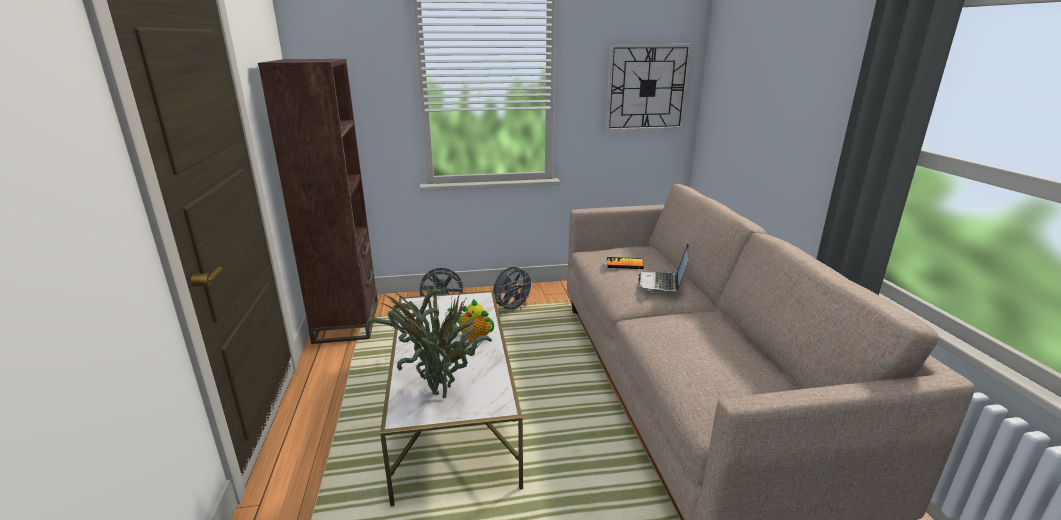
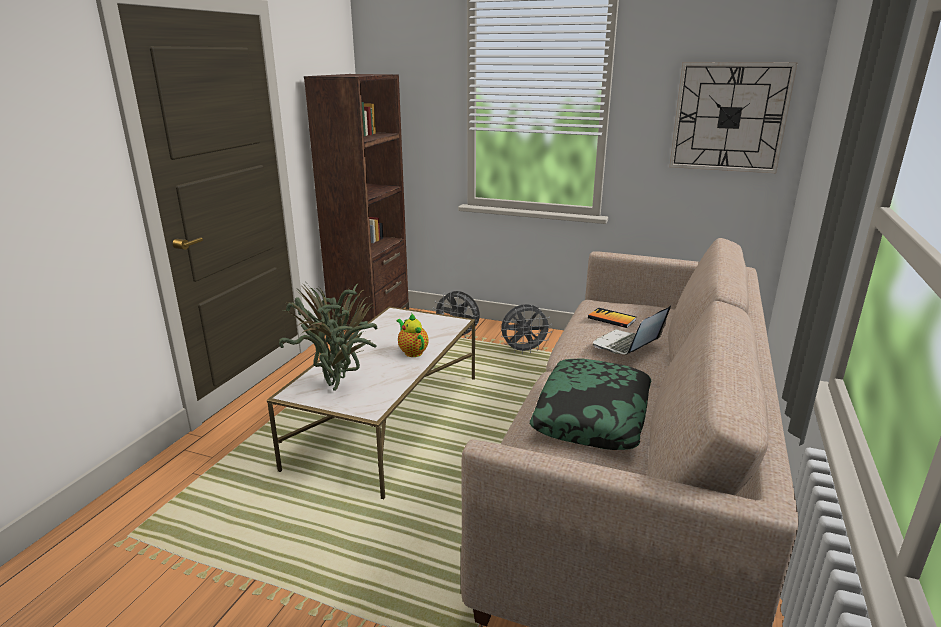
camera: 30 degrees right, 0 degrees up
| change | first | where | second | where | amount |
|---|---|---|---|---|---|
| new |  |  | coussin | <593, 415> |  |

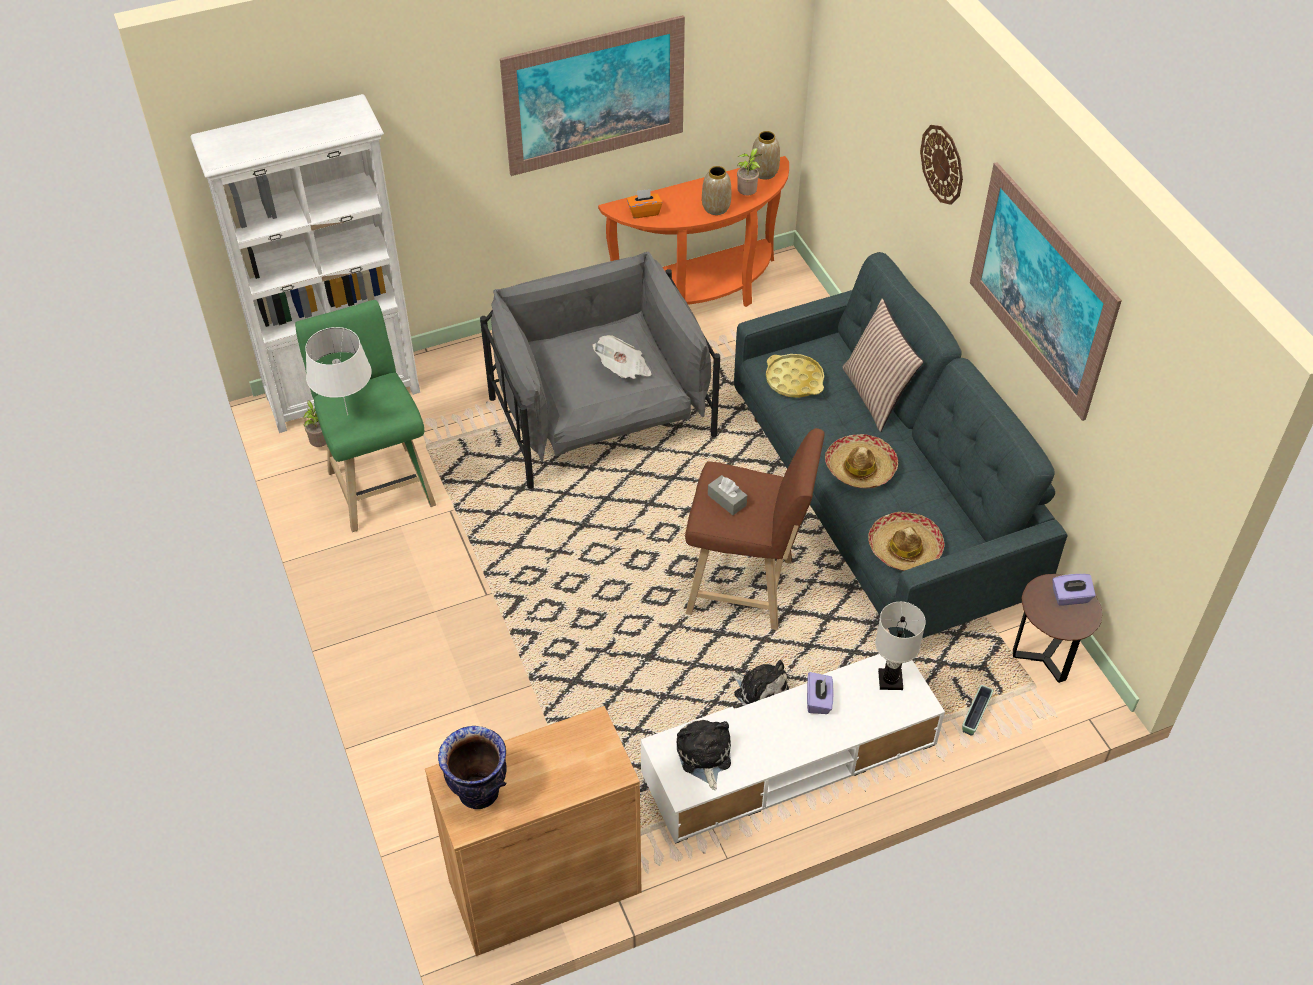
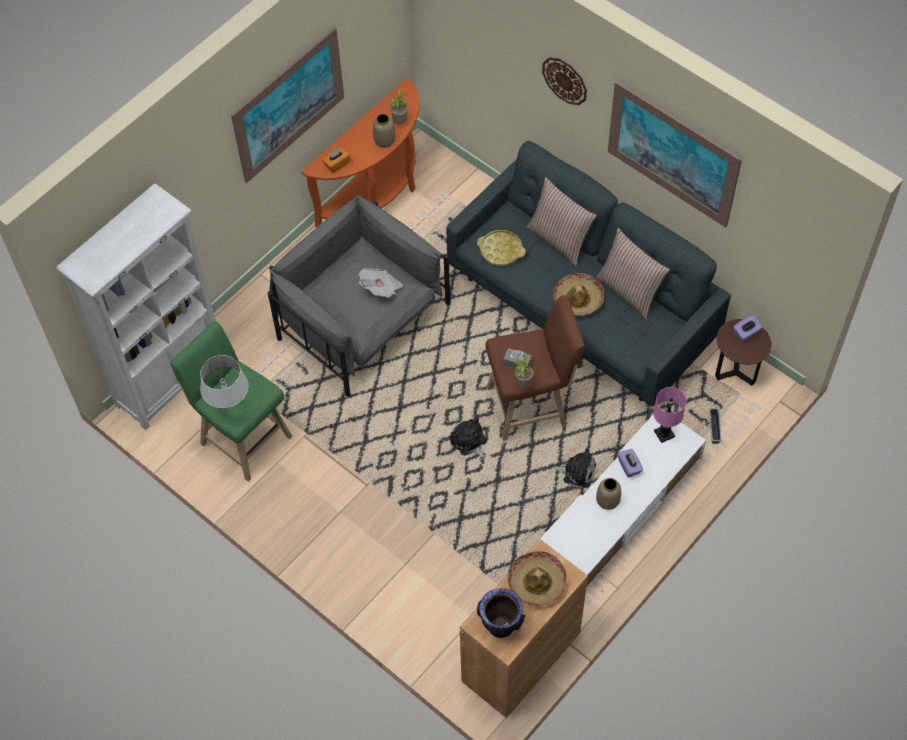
camera: 25 degrees left, 10 degrees up
| change | first | where | second | where | amount |
|---|---|---|---|---|---|
| new |  |  | coussin | <629, 291> |  |
| shifted | plante en pot | <320, 444> |  | <522, 384> |  |
| shifted | peluche | <704, 756> |  | <469, 442> |  |
| shifted | vase | <764, 172> |  | <608, 501> |  |
| shifted | chapeau | <904, 549> |  | <537, 582> |  |
| repainted | lampe de table [blanc] | <890, 680> | lampe de table [rose] | <664, 433> |  |

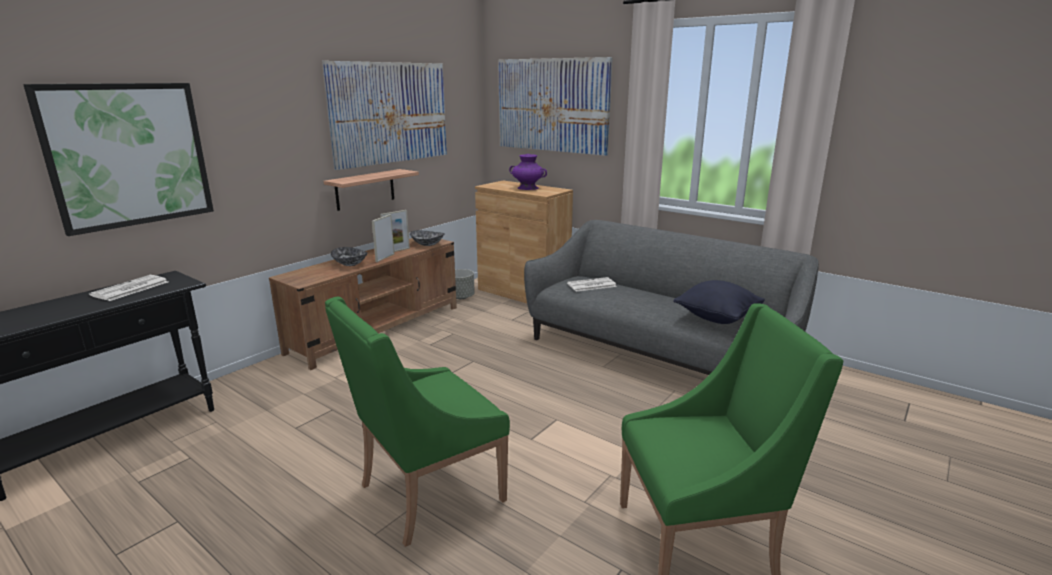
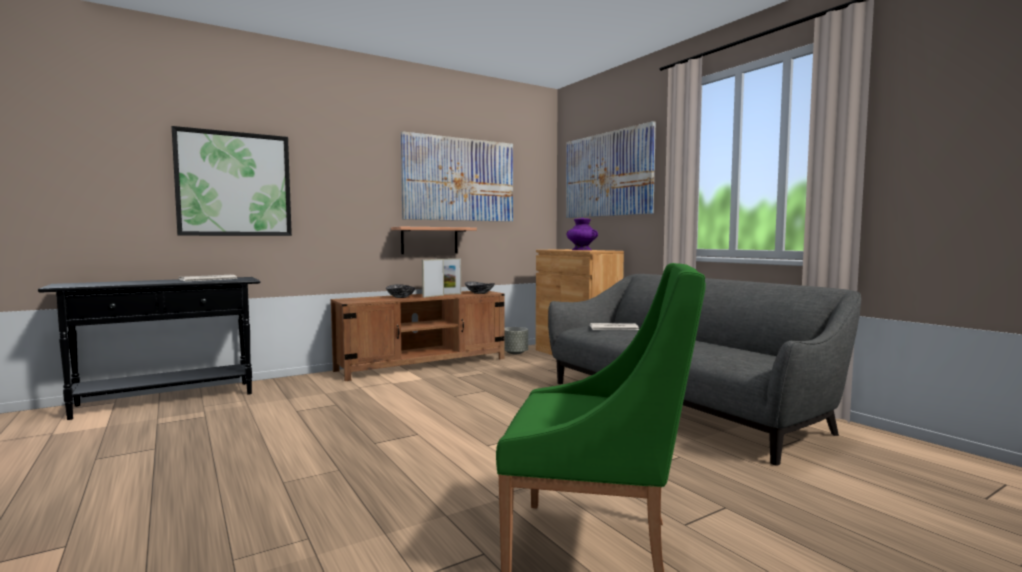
camera: 20 degrees right, 15 degrees down
| change | first | where | second | where | amount |
|---|---|---|---|---|---|
| gone | fauteuil [vert] | <427, 493> |  |  |  |
| gone | coussin [noir] | <717, 318> |  |  |  |

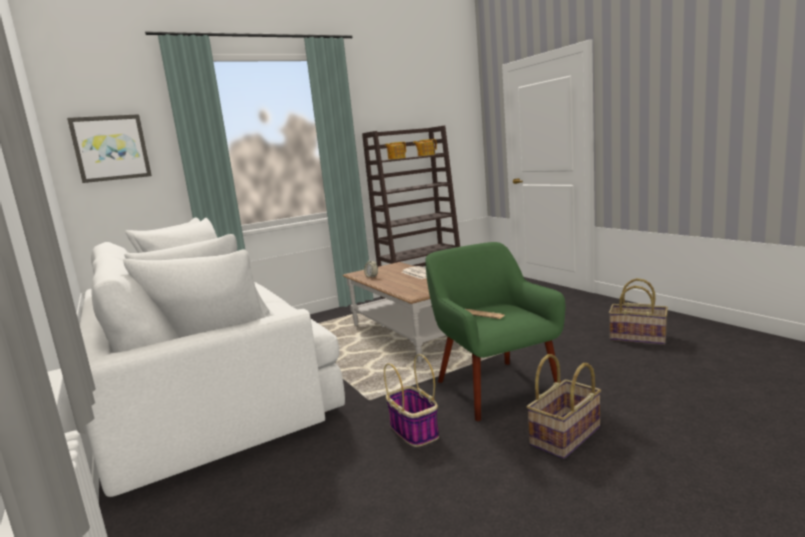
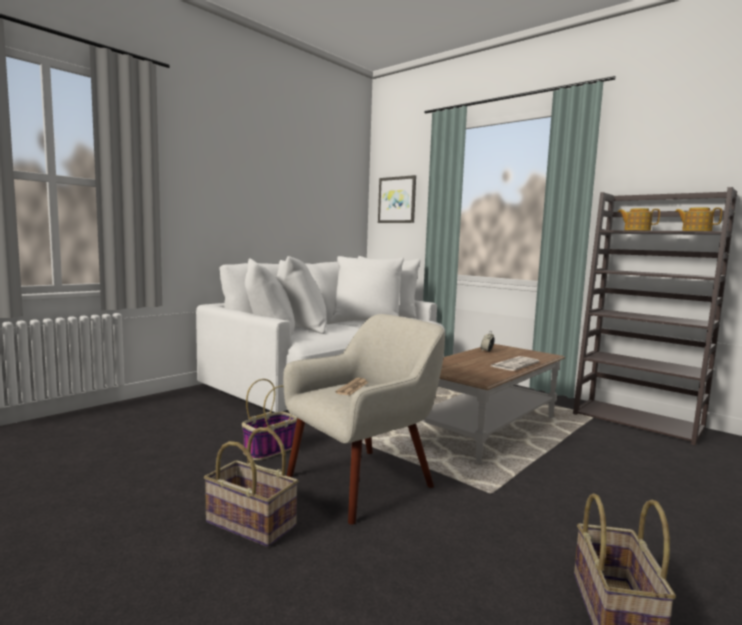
camera: 70 degrees right, 5 degrees down
| change | first | where | second | where | amount |
|---|---|---|---|---|---|
| repainted | fauteuil [vert] | <494, 387> | fauteuil [beige] | <362, 481> |  |

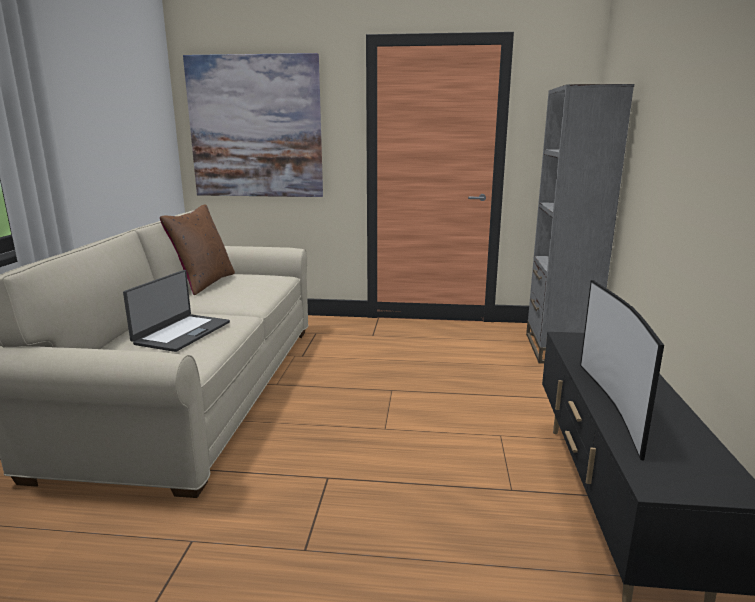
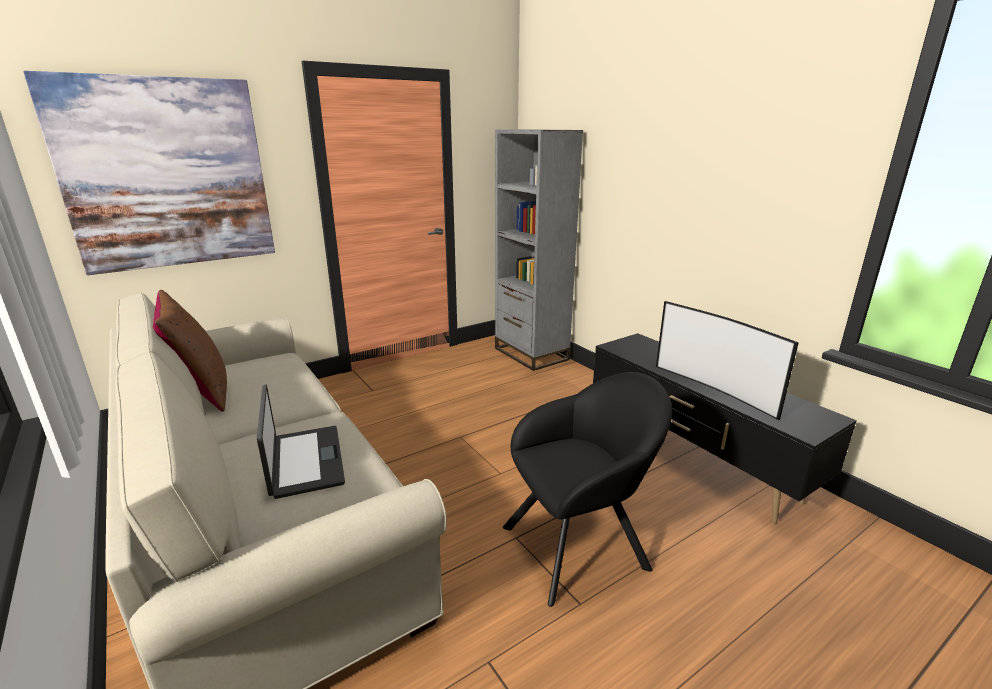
camera: 40 degrees left, 5 degrees up
| change | first | where | second | where | amount |
|---|---|---|---|---|---|
| new |  |  | fauteuil [noir] | <581, 545> |  |

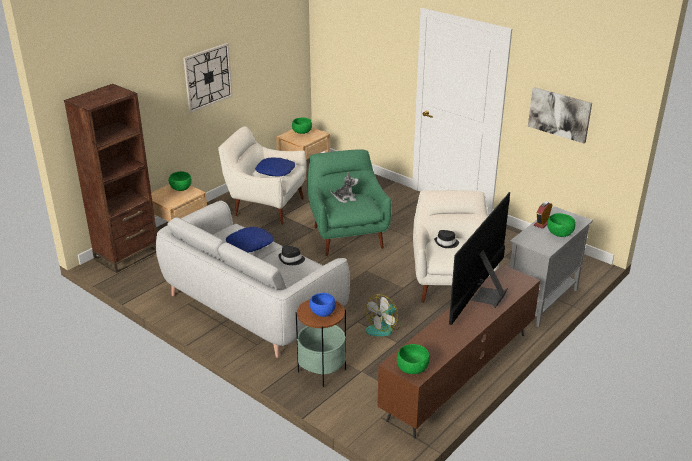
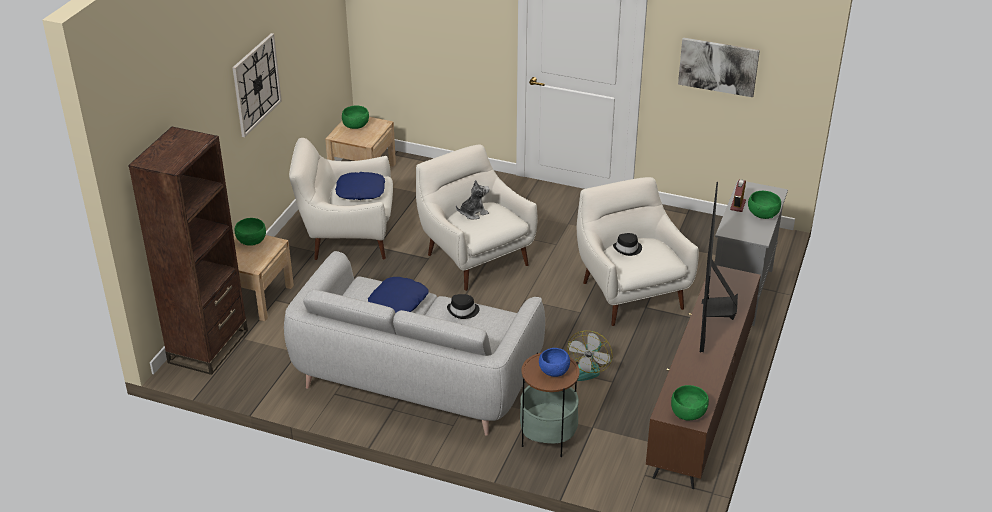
camera: 20 degrees left, 5 degrees up
| change | first | where | second | where | amount |
|---|---|---|---|---|---|
| repainted | fauteuil [vert] | <347, 235> | fauteuil [blanc] | <475, 257> |  |

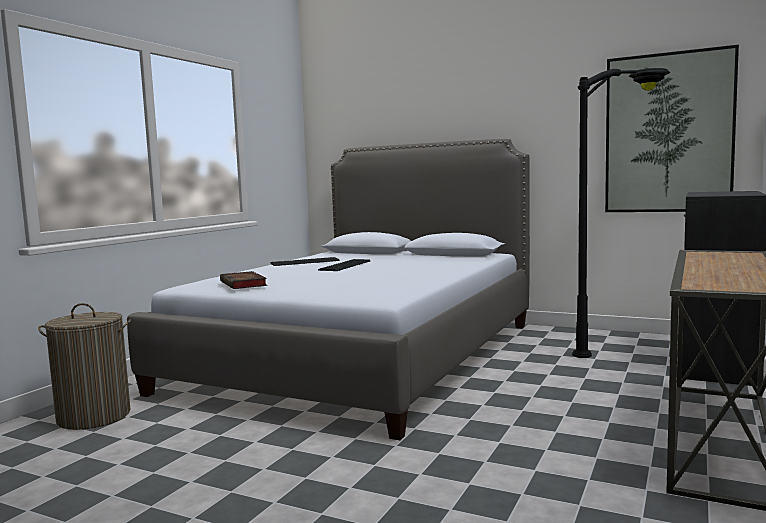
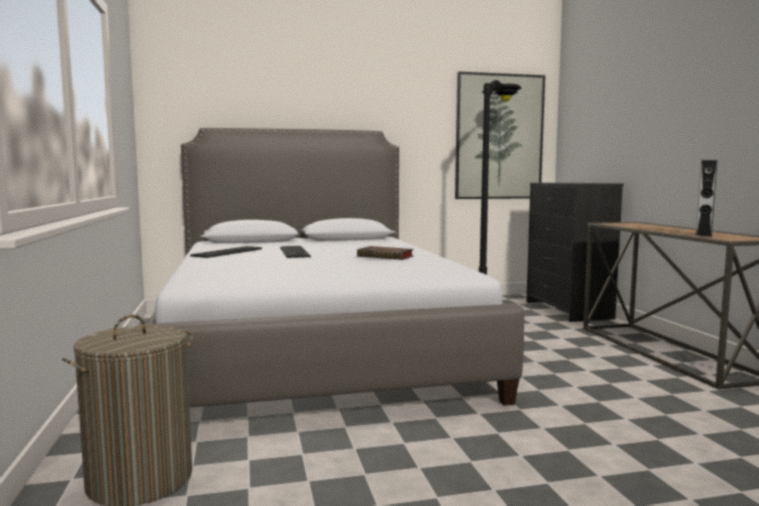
camera: 40 degrees left, 0 degrees up
| change | first | where | second | where | amount |
|---|---|---|---|---|---|
| new |  |  | enceinte [gris] | <703, 234> |  |
| shifted | livre | <244, 284> |  | <387, 256> |  |

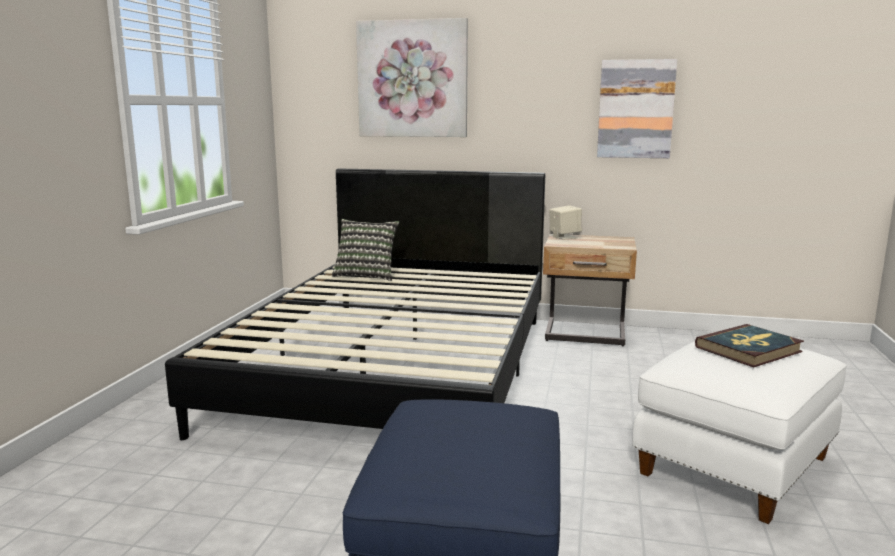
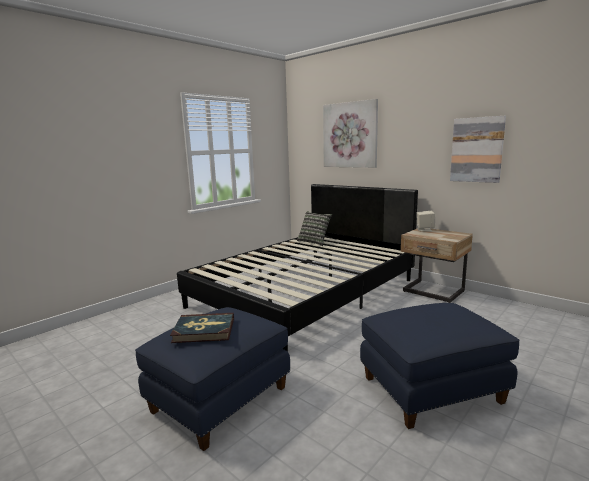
camera: 30 degrees right, 0 degrees up
| change | first | where | second | where | amount |
|---|---|---|---|---|---|
| shifted | livre | <749, 349> |  | <204, 330> |  |
| repainted | pouf [blanc] | <736, 466> | pouf [bleu] | <431, 390> |  |

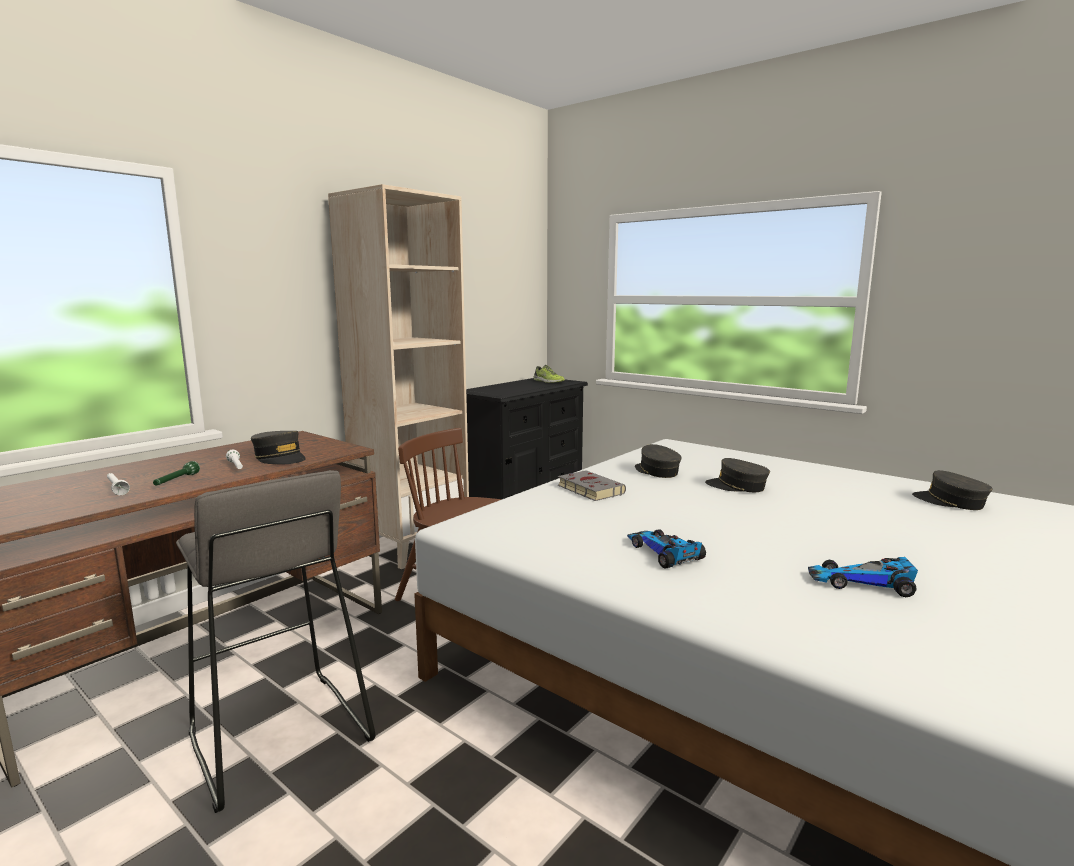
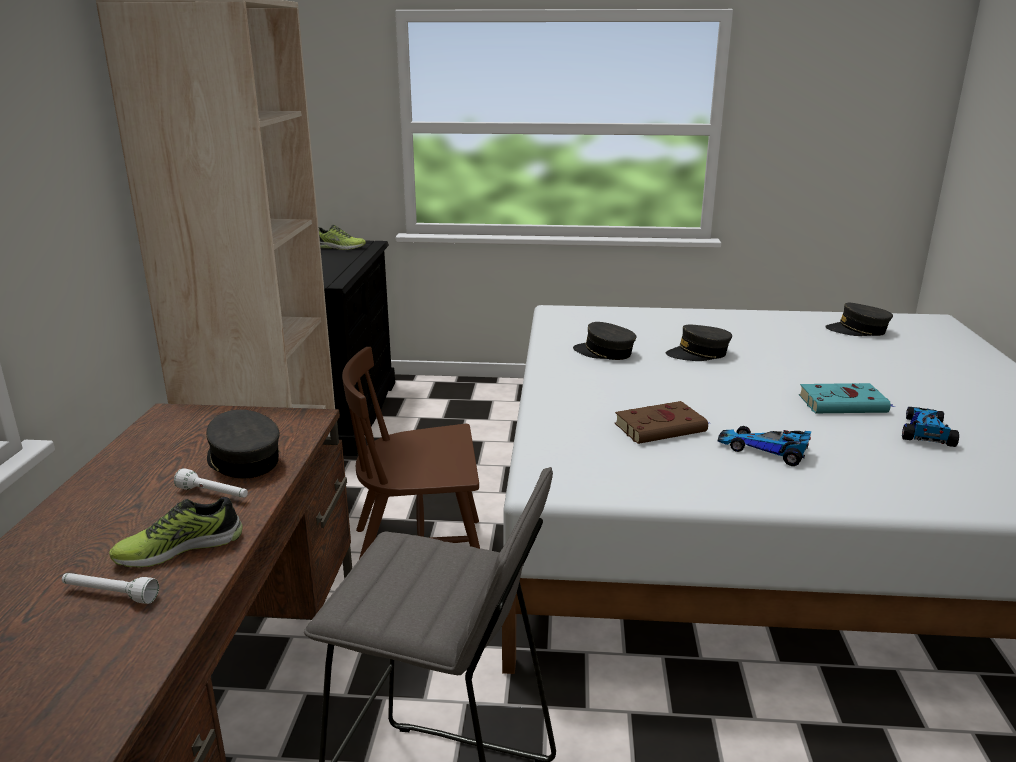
camera: 35 degrees left, 10 degrees up
| change | first | where | second | where | amount |
|---|---|---|---|---|---|
| gone | livre [gris] | <589, 489> |  |  |  |
| new |  |  | livre [marron] | <662, 427> |  |
| new |  |  | livre [turquoise] | <844, 404> |  |
| swapped | lampe de poche [vert] | <176, 481> | chaussure | <179, 548> |  |
| rotated | casquette [gris] | <280, 458> |  | <243, 460> | 135 degrees counterclockwise |
| rotated | petite voiture | <862, 583> |  | <924, 430> | 135 degrees clockwise |

